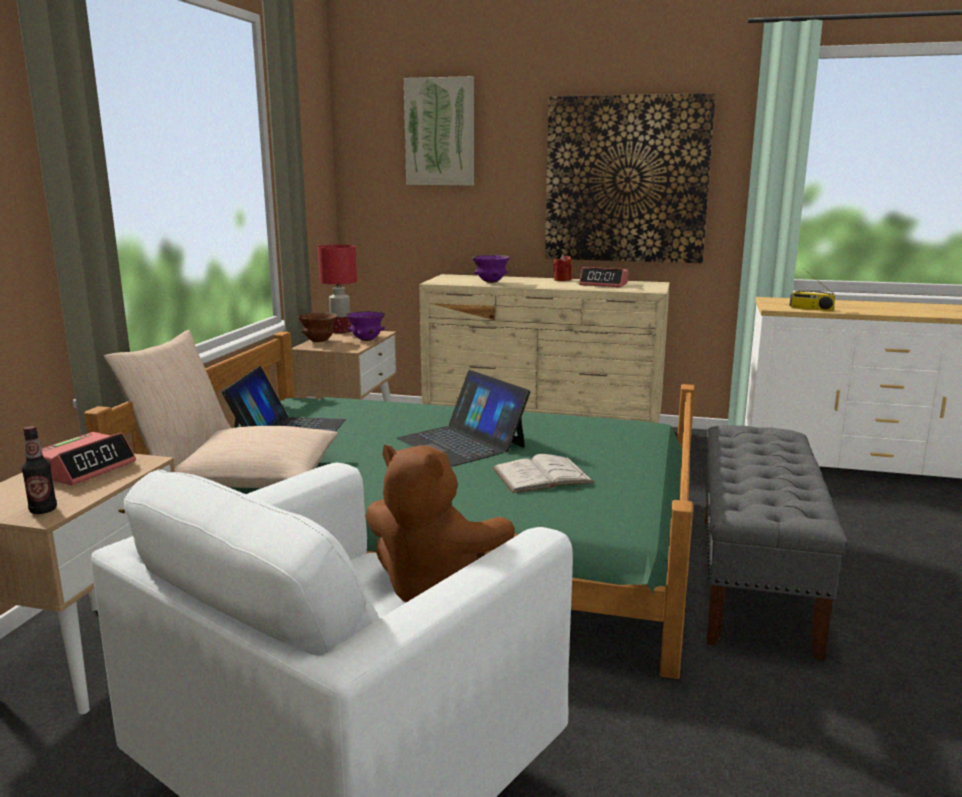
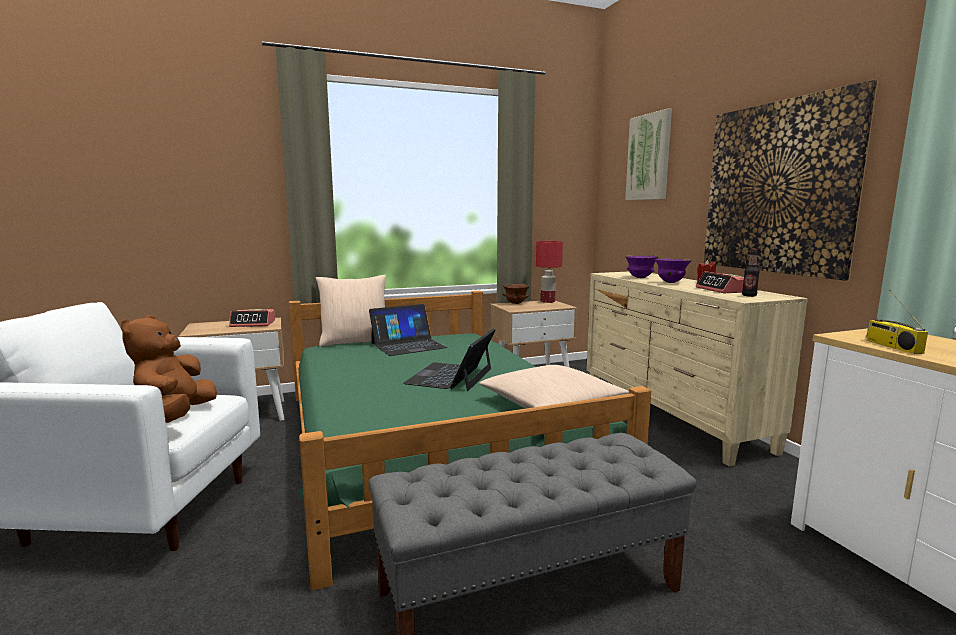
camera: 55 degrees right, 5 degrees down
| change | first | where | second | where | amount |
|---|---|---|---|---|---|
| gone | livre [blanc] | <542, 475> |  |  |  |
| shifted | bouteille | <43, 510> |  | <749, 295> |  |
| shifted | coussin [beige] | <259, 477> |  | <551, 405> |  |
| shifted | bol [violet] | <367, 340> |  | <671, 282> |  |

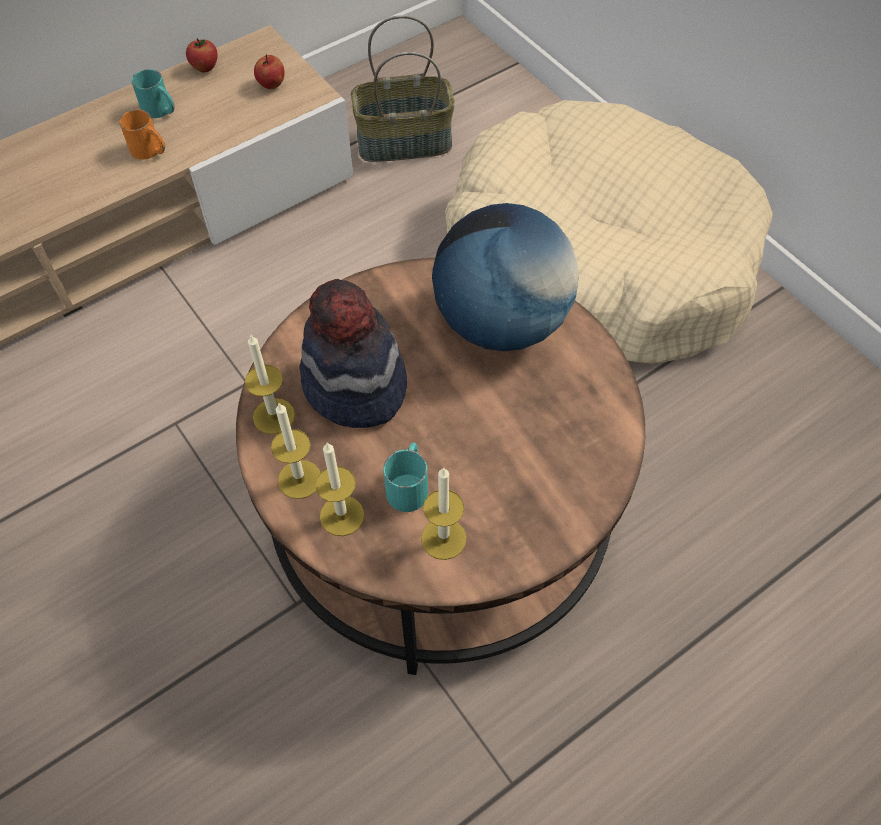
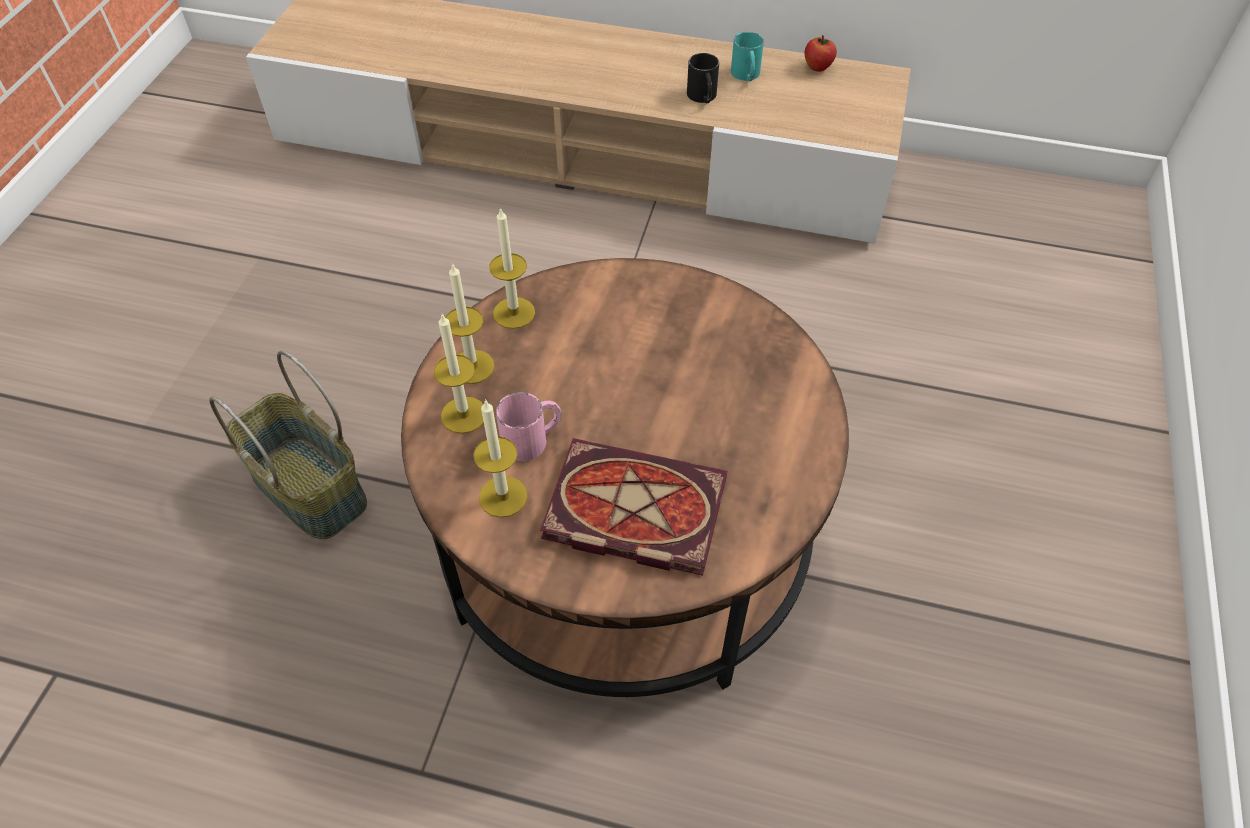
camera: 50 degrees right, 5 degrees down
| change | first | where | second | where | amount |
|---|---|---|---|---|---|
| gone | pomme | <271, 84> |  |  |  |
| gone | chapeau | <354, 386> |  |  |  |
| gone | globe | <501, 322> |  |  |  |
| gone | panier pour chien [beige] | <598, 258> |  |  |  |
| new |  |  | livre | <630, 511> |  |
| shifted | panier | <403, 143> |  | <307, 489> |  |
| repainted | mug [orange] | <150, 151> | mug [noir] | <703, 97> |  |
| repainted | mug [turquoise] | <409, 484> | mug [rose] | <533, 439> |  |

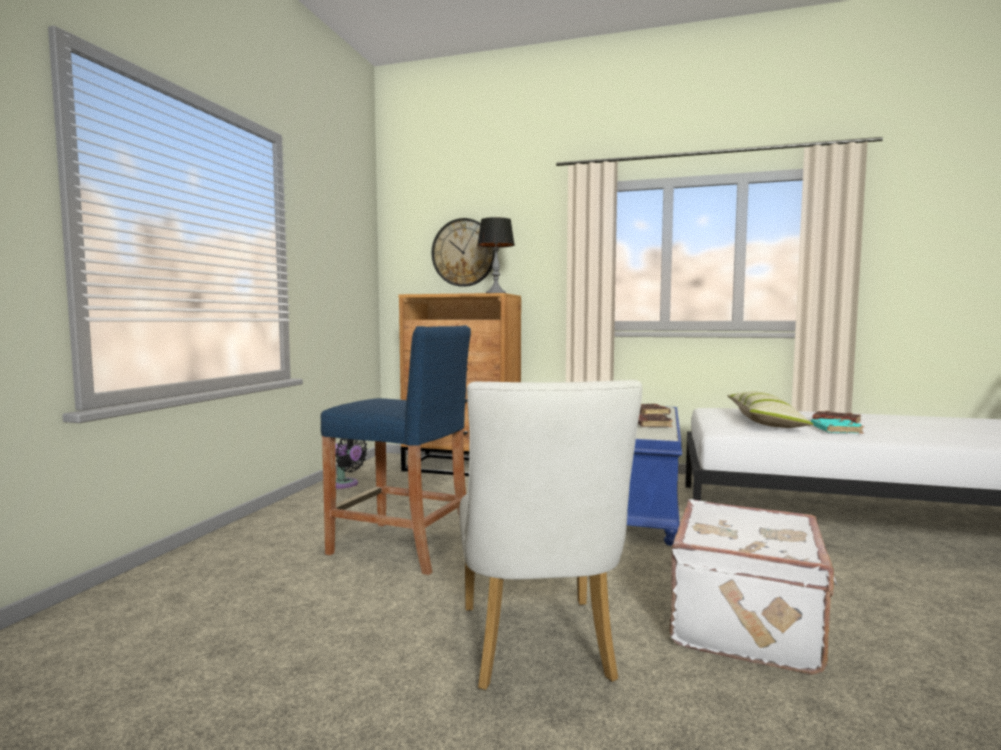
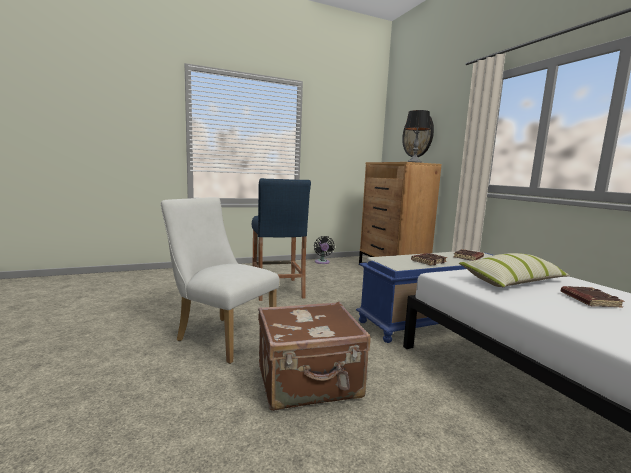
camera: 50 degrees right, 5 degrees up
| change | first | where | second | where | amount |
|---|---|---|---|---|---|
| gone | livre [turquoise] | <835, 430> |  |  |  |
| repainted | valise [blanc] | <748, 624> | valise [marron] | <309, 382> |  |
| rotated | chaise [blanc] | <538, 650> |  | <221, 336> | 75 degrees clockwise |

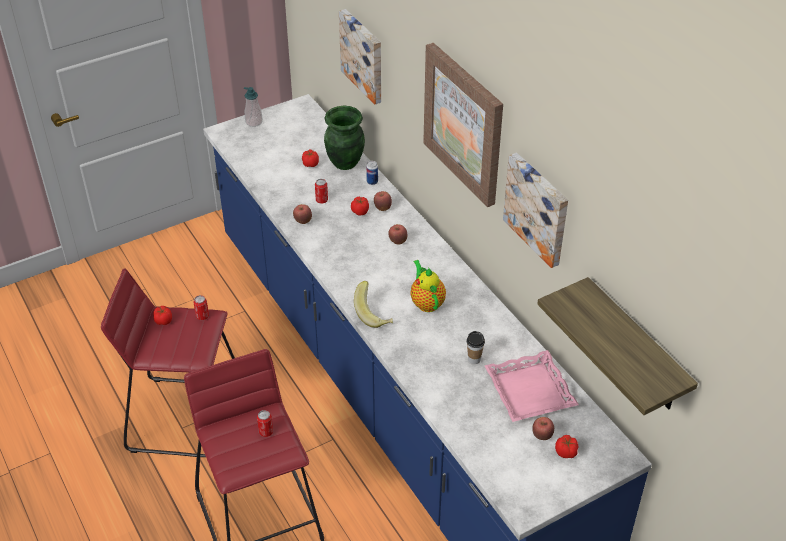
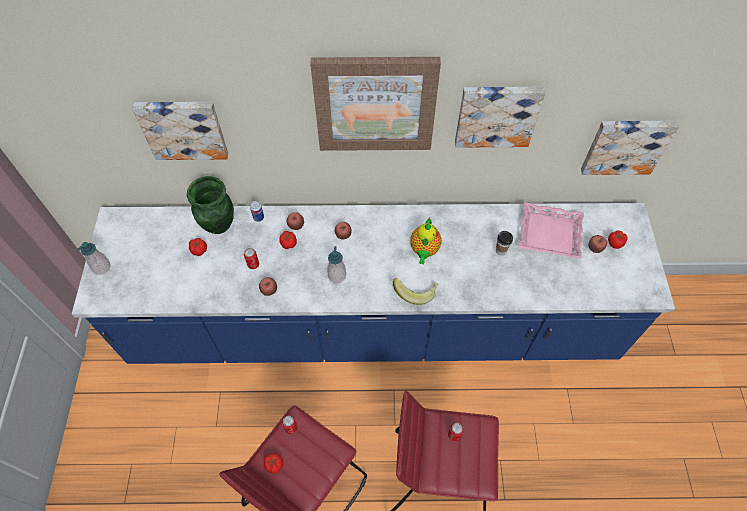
camera: 60 degrees left, 15 degrees up
| change | first | where | second | where | amount |
|---|---|---|---|---|---|
| new |  |  | distributeur de savon | <337, 275> |  |
| swapped | étagère | <635, 348> | tableau | <626, 145> |  |
| rotated | théière | <426, 302> |  | <424, 250> | 90 degrees counterclockwise |

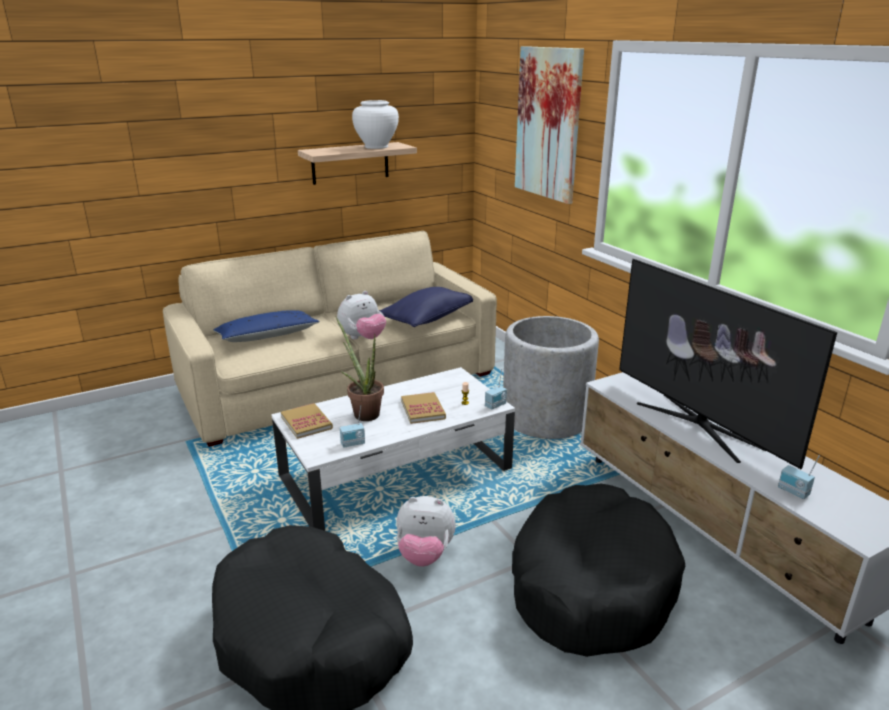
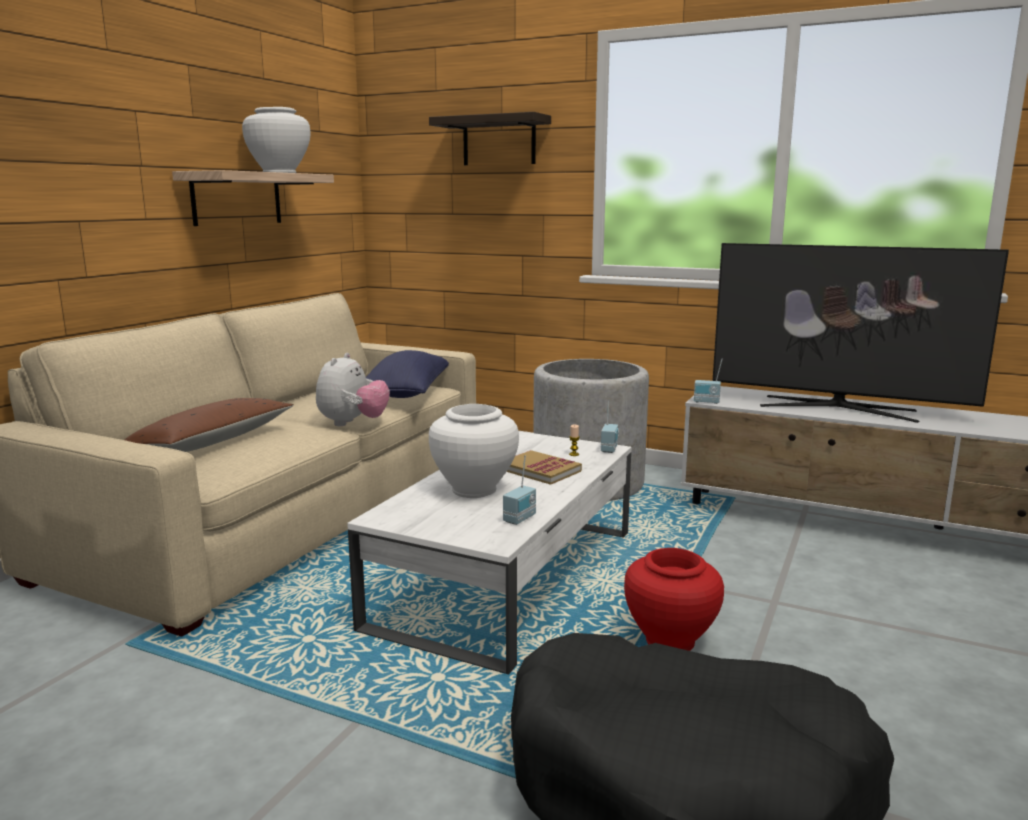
camera: 35 degrees left, 10 degrees down
| change | first | where | second | where | amount |
|---|---|---|---|---|---|
| gone | livre | <306, 423> |  |  |  |
| gone | panier pour chien [noir] | <590, 584> |  |  |  |
| shifted | radio | <793, 492> |  | <706, 402> |  |
| swapped | plante en pot | <363, 412> | vase [blanc] | <474, 489> |  |
| swapped | peluche | <424, 555> | vase [rouge] | <670, 641> |  |
| swapped | tableau | <548, 124> | étagère | <499, 141> |  |
| repainted | coussin [bleu] | <267, 336> | coussin [marron] | <211, 443> |  |

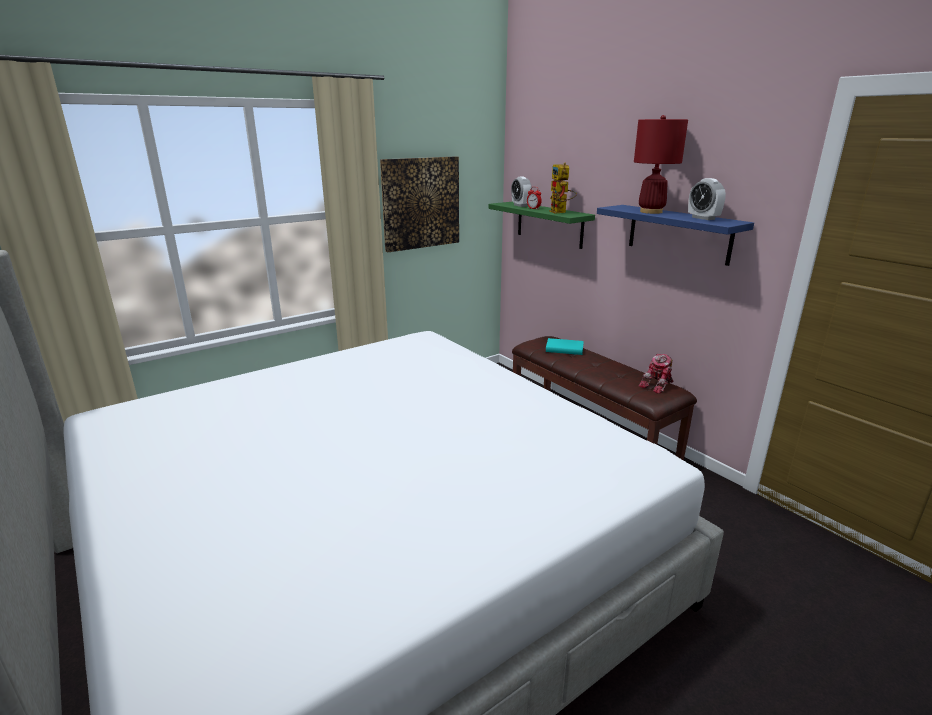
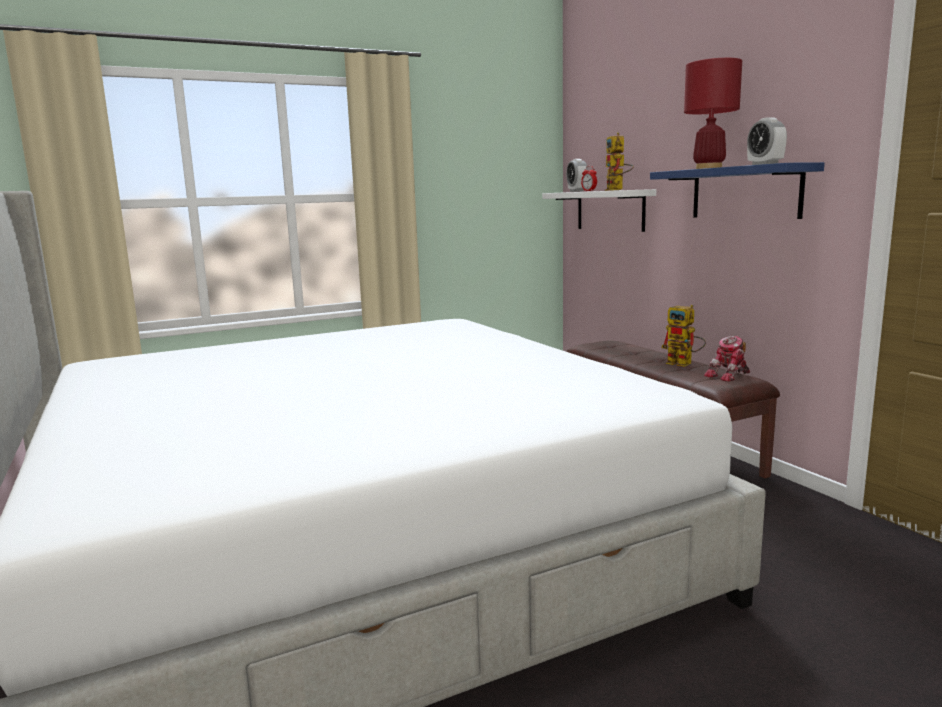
camera: 10 degrees right, 10 degrees down
| change | first | where | second | where | amount |
|---|---|---|---|---|---|
| gone | tableau | <420, 203> |  |  |  |
| gone | livre [turquoise] | <564, 349> |  |  |  |
| new |  |  | robot jouet | <684, 364> |  |
| repainted | étagère [vert] | <549, 224> | étagère [blanc] | <610, 210> |  |

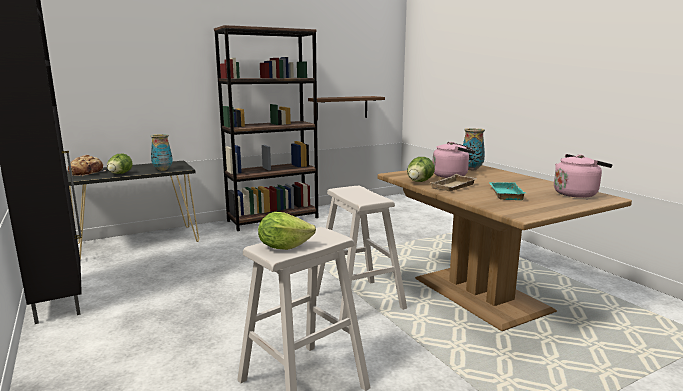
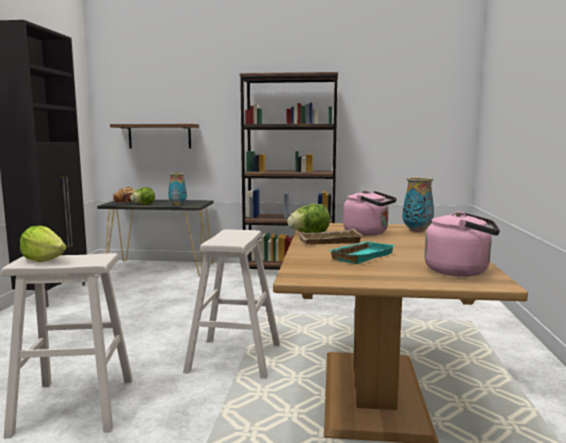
camera: 35 degrees right, 5 degrees down
| change | first | where | second | where | amount |
|---|---|---|---|---|---|
| shifted | étagère [marron] | <341, 108> |  | <159, 136> |  |

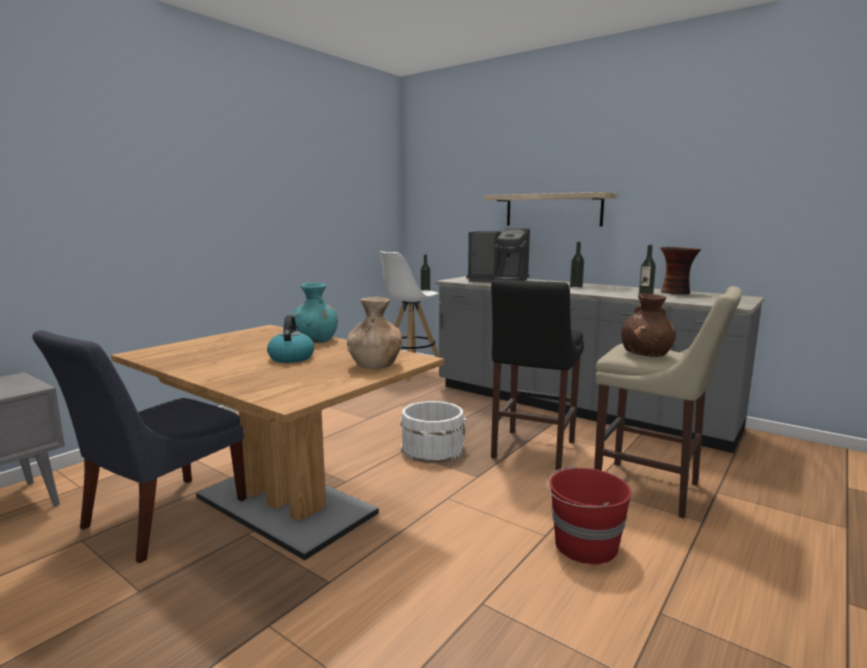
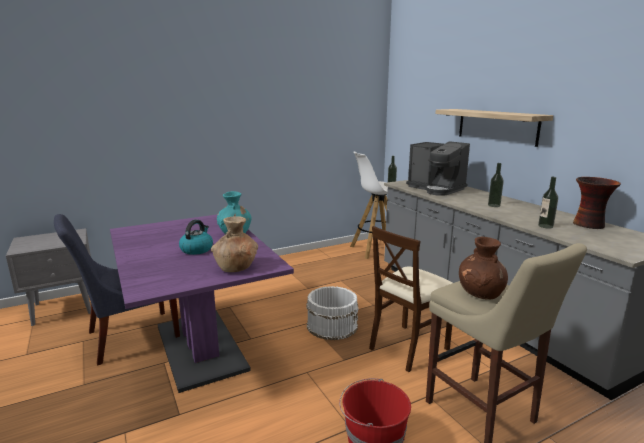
camera: 25 degrees right, 5 degrees up
| change | first | where | second | where | amount |
|---|---|---|---|---|---|
| swapped | tabouret [noir] | <531, 451> | chaise [beige] | <408, 347> |  |
| repainted | table à manger [marron] | <285, 505> | table à manger [violet] | <200, 347> |  |

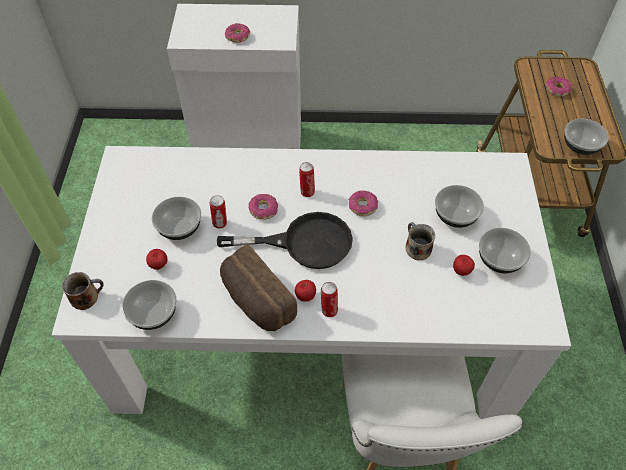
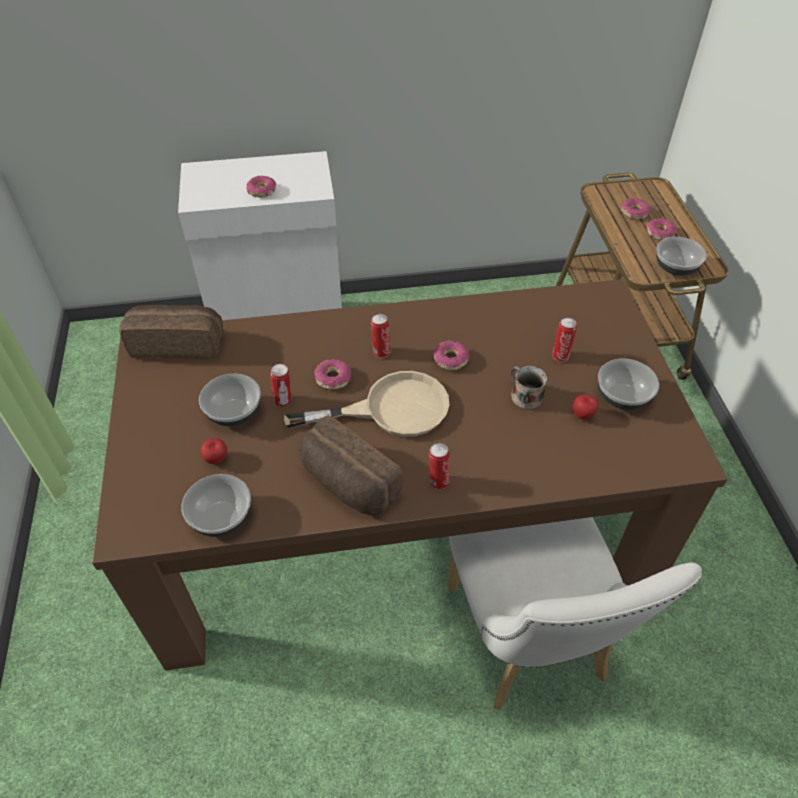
camera: 10 degrees left, 5 degrees down
| change | first | where | second | where | amount |
|---|---|---|---|---|---|
| gone | mug | <86, 296> |  |  |  |
| gone | pomme | <305, 296> |  |  |  |
| new |  |  | pain | <178, 343> |  |
| new |  |  | beignet | <659, 233> |  |
| swapped | bol | <456, 216> | boîte métallique | <560, 356> |  |
| repainted | table à manger [blanc] | <313, 329> | table à manger [marron] | <399, 528> |  |
| repainted | poêle [noir] | <304, 243> | poêle [beige] | <390, 409> |  |

